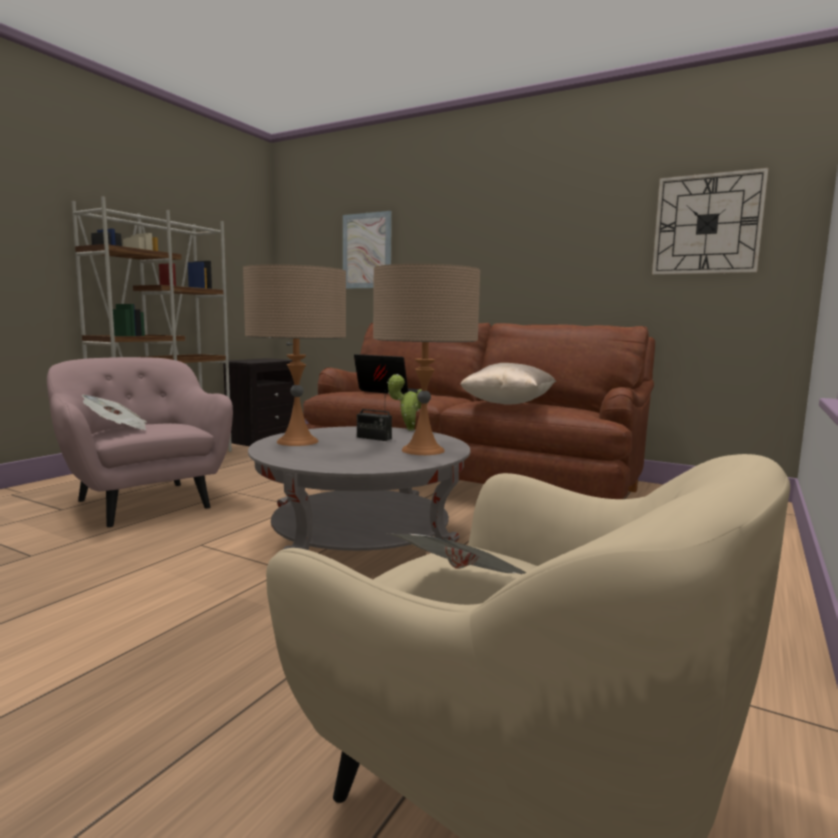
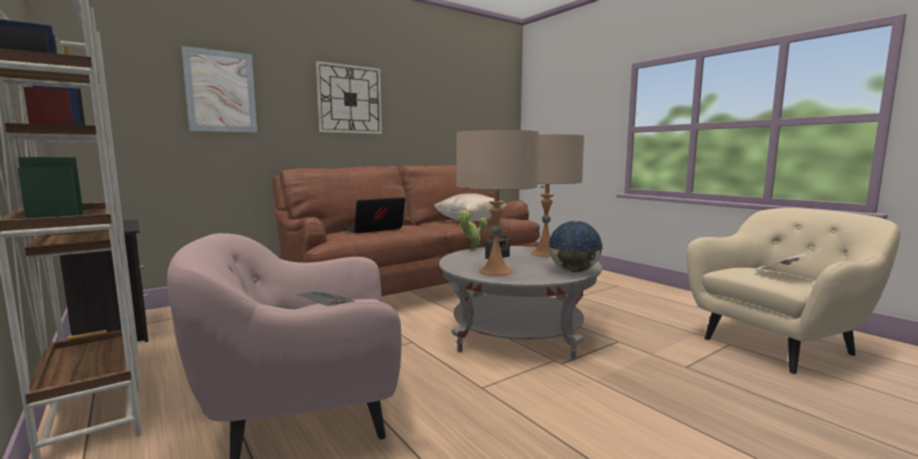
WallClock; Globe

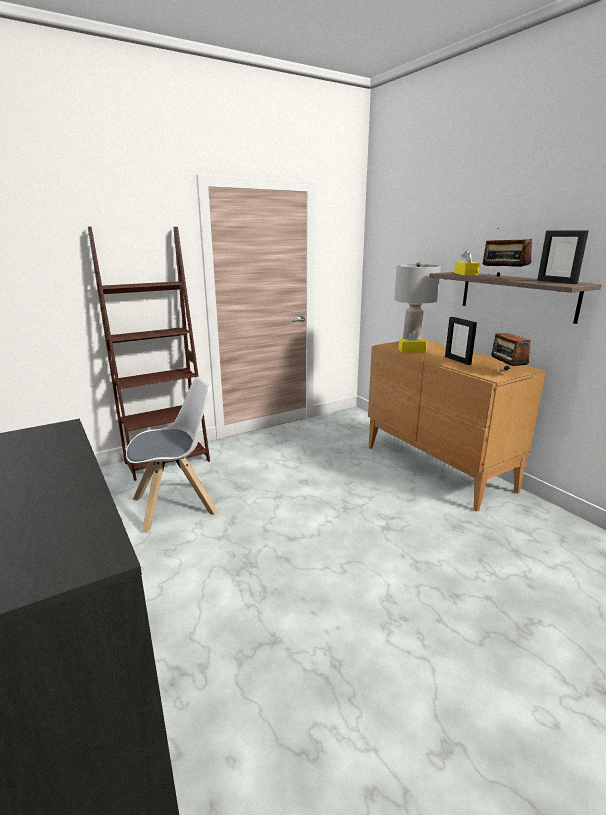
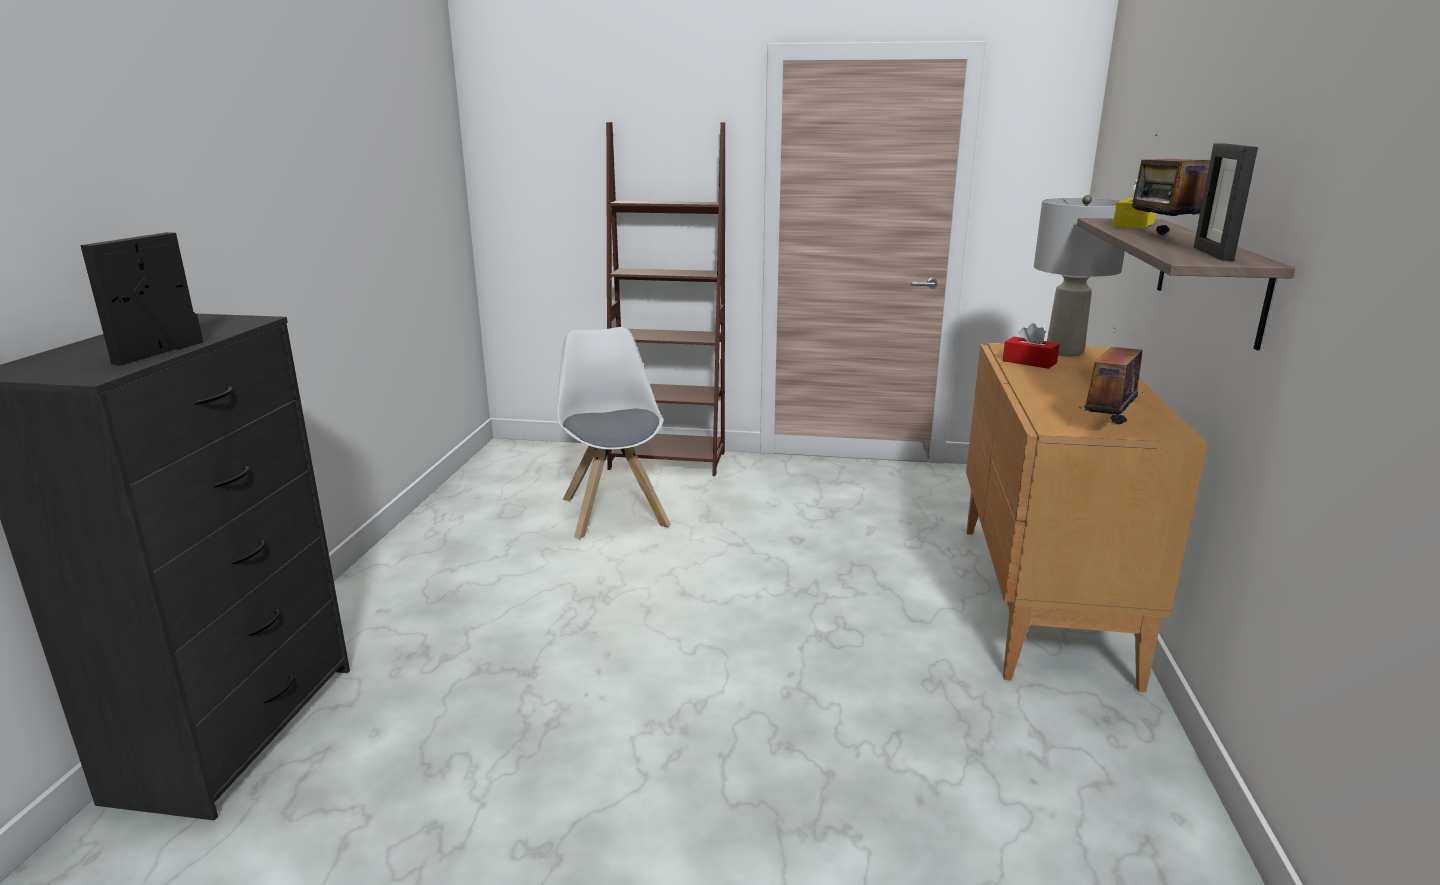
PictureFrame (no. 1 from left); RedTissueBox; Chair

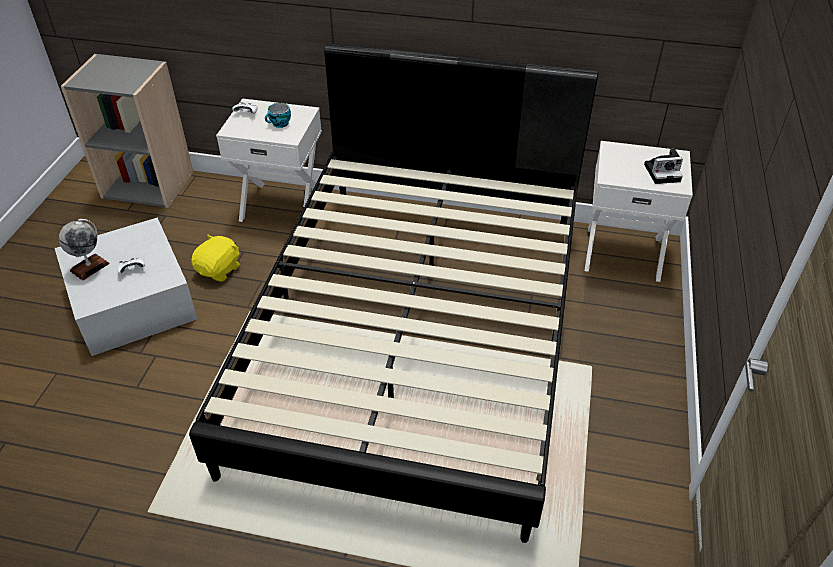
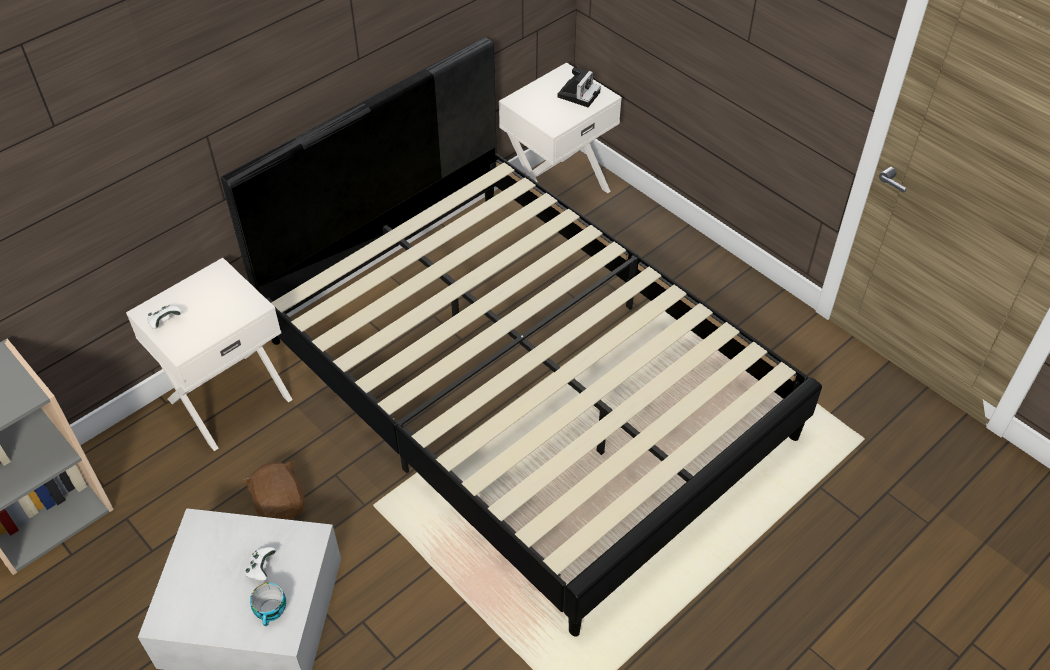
Cup; Globe; BrownPlushToy

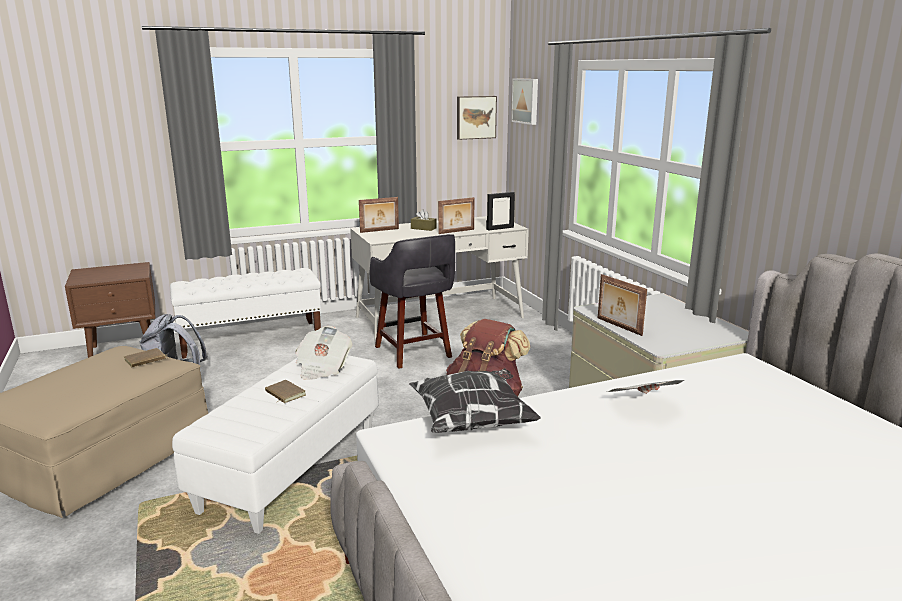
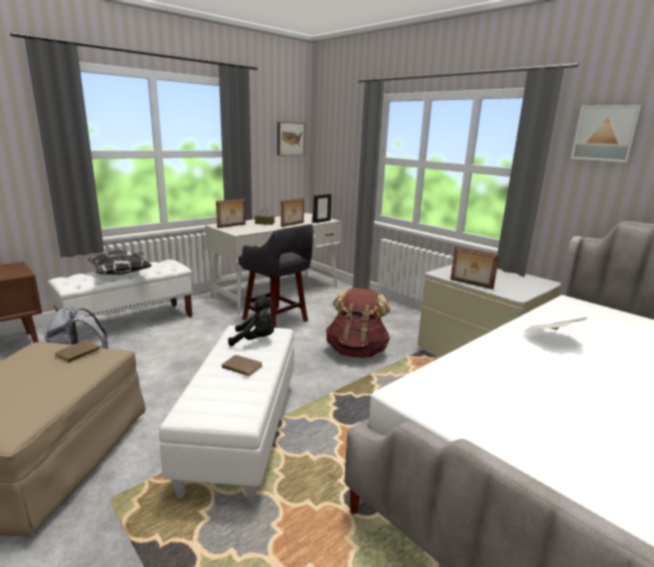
Picture (no. 2 from left); BlackPlushToy; Pillow

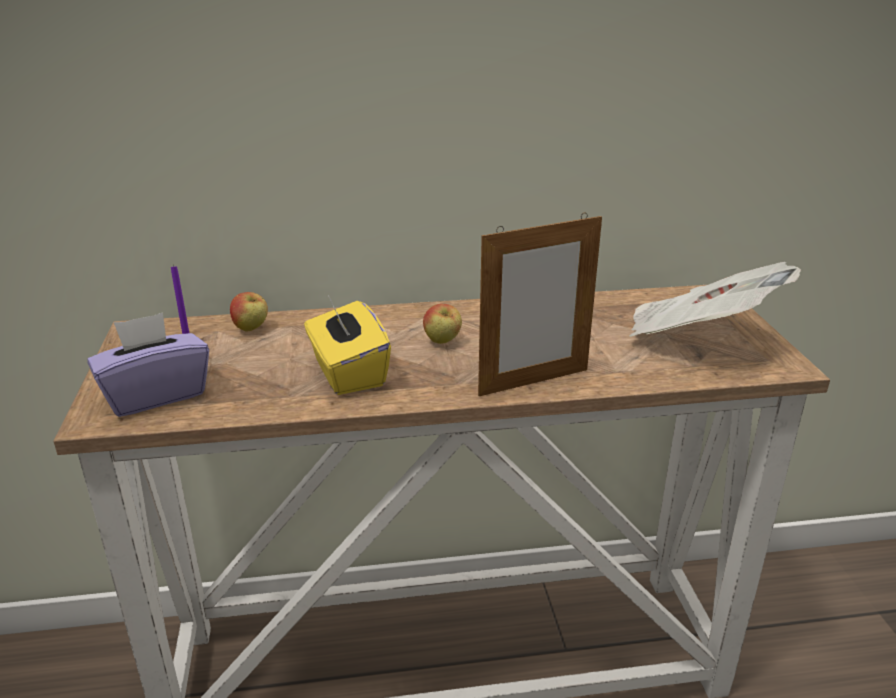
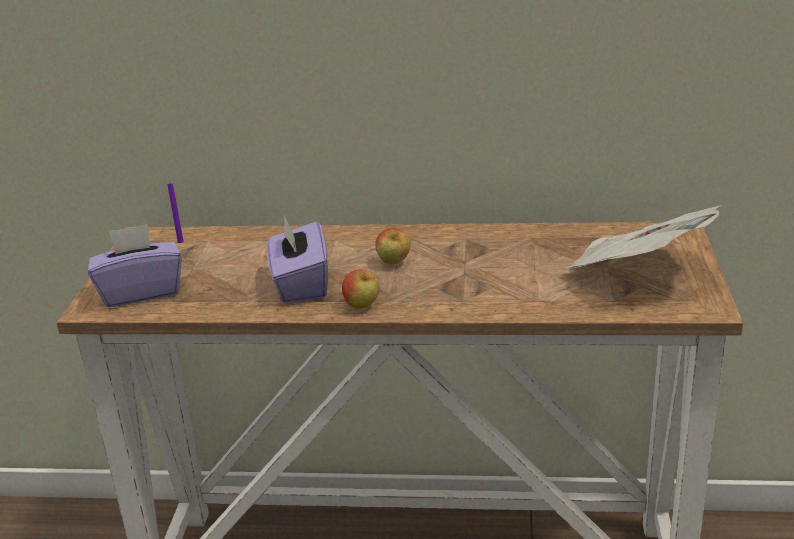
PictureFrame; Apple (no. 1 from left); PurpleTissueBox (no. 2 from left)

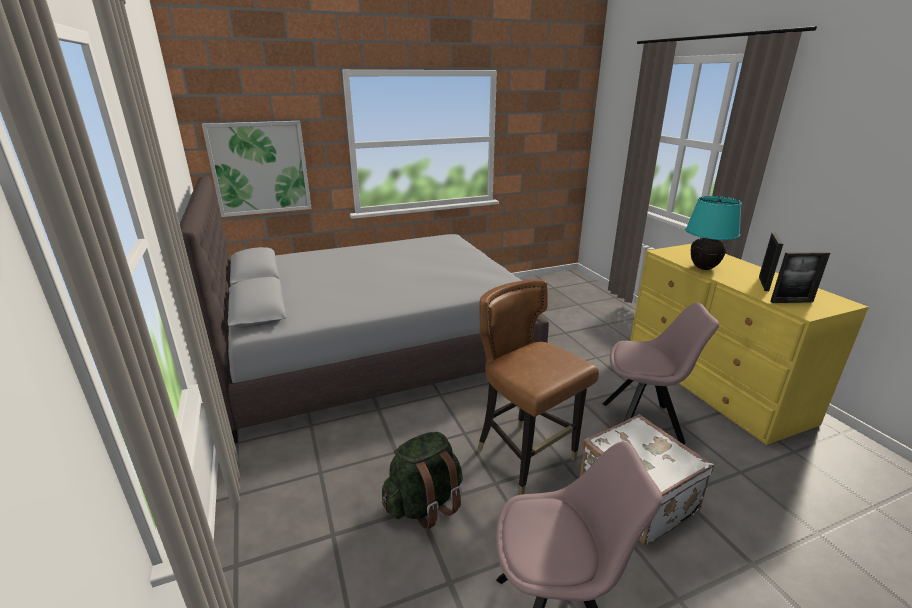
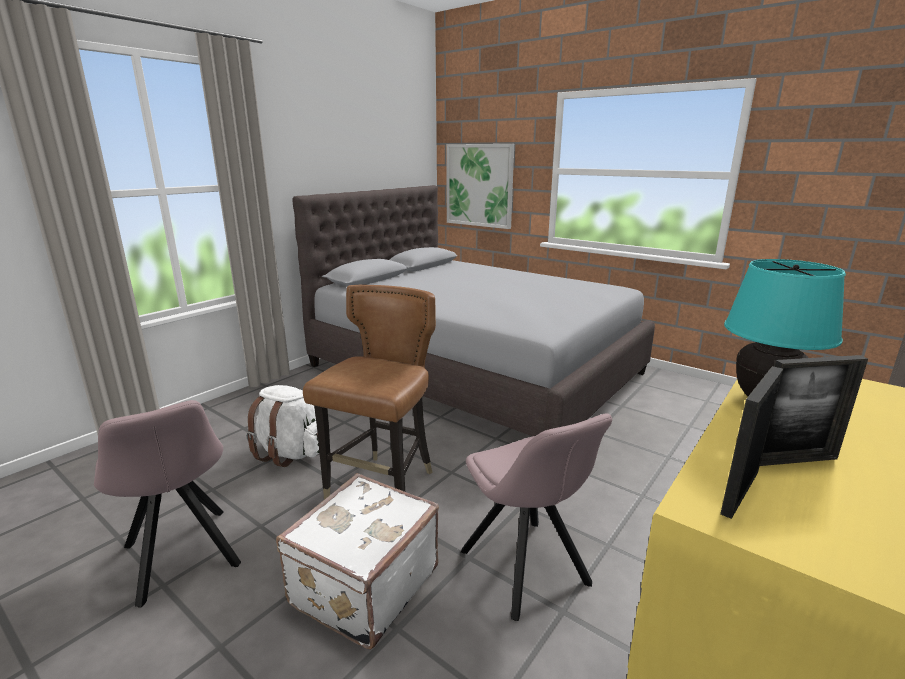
PictureFrame (no. 1 from left); WhiteBackpack

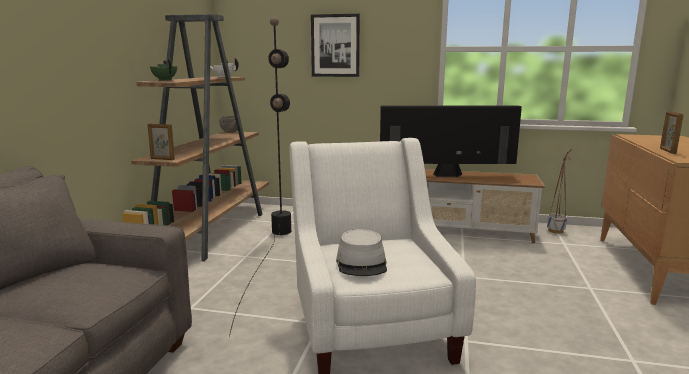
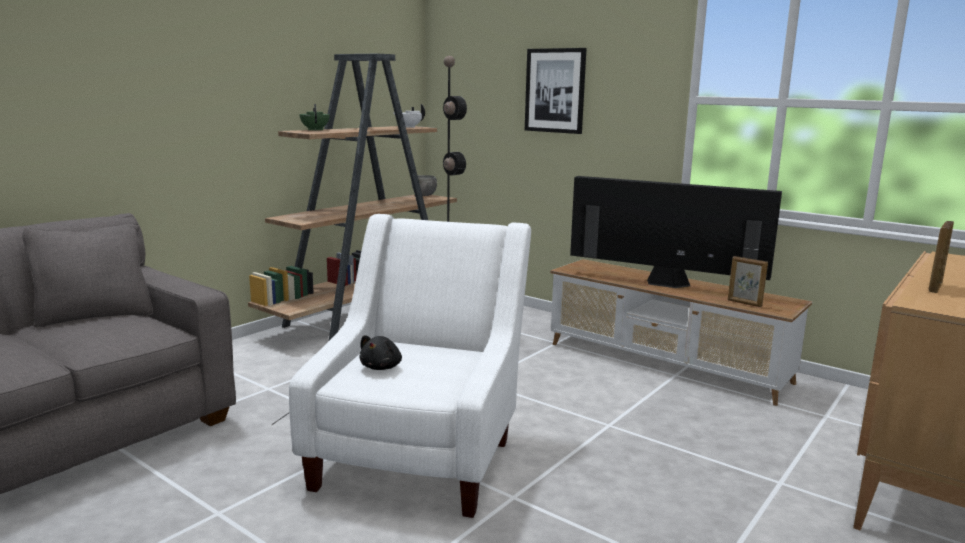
PictureFrame (no. 1 from left); Planter; BlackPlushToy

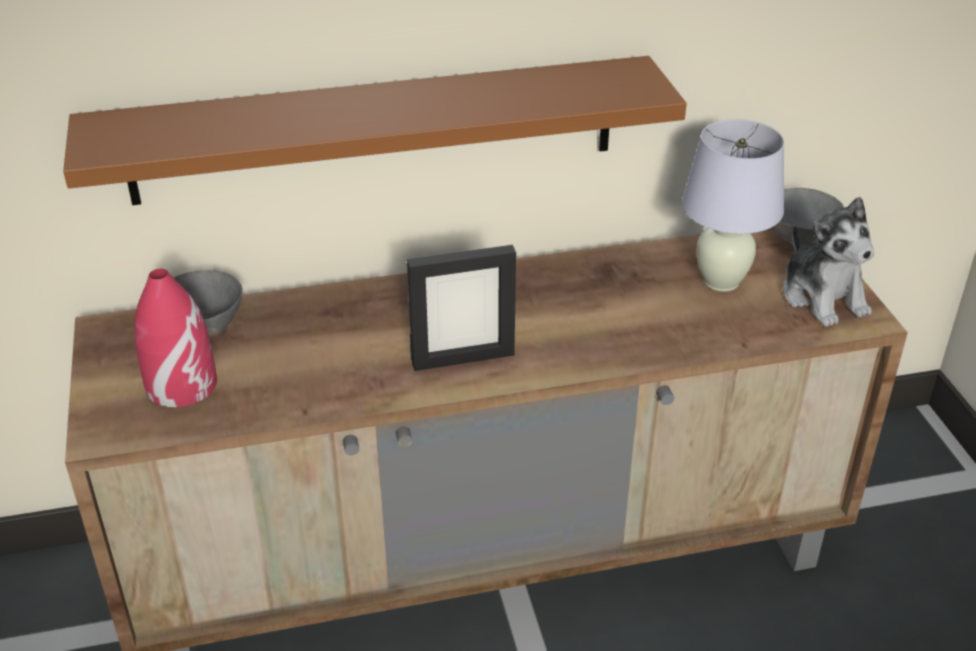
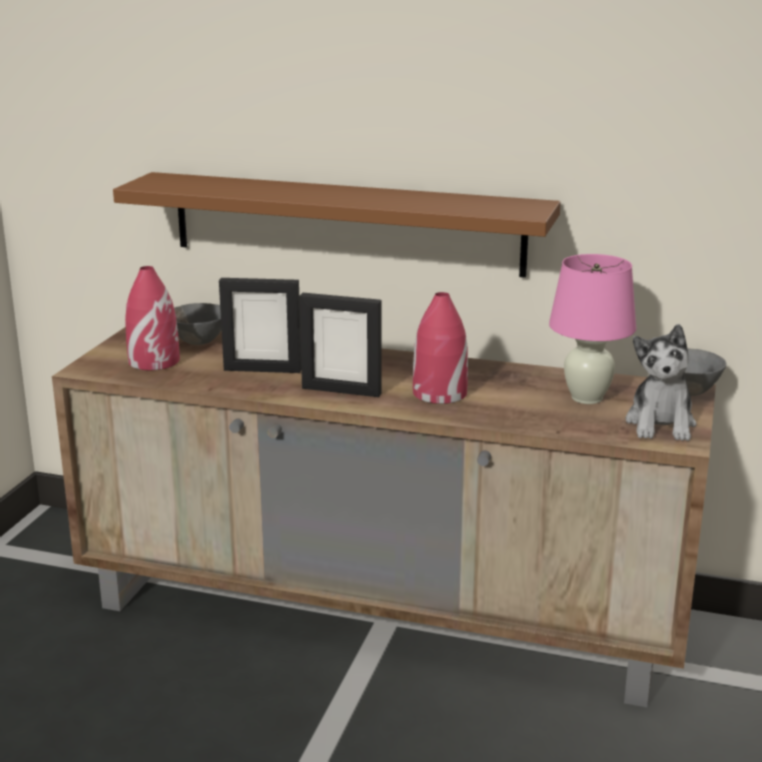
PinkTableLamp; PictureFrame (no. 1 from left); RedVase (no. 2 from left)

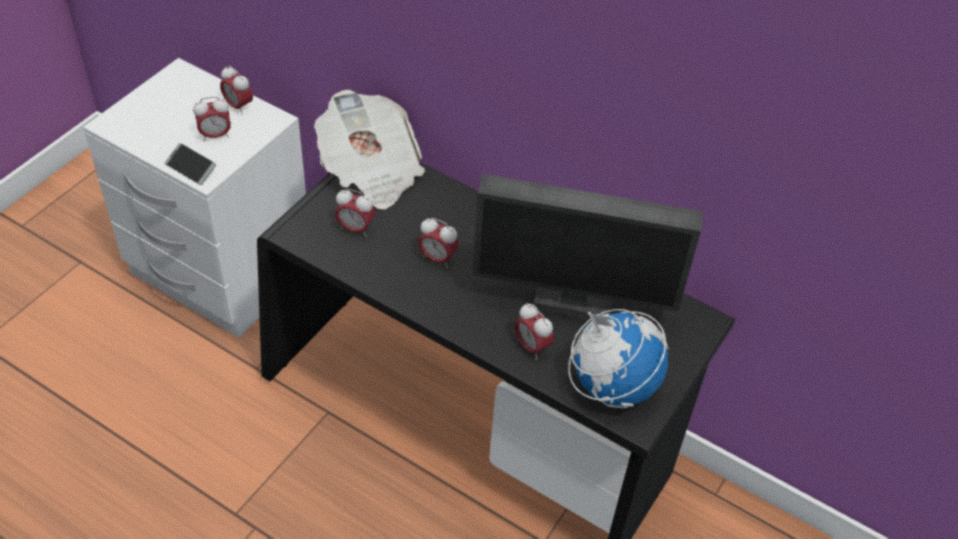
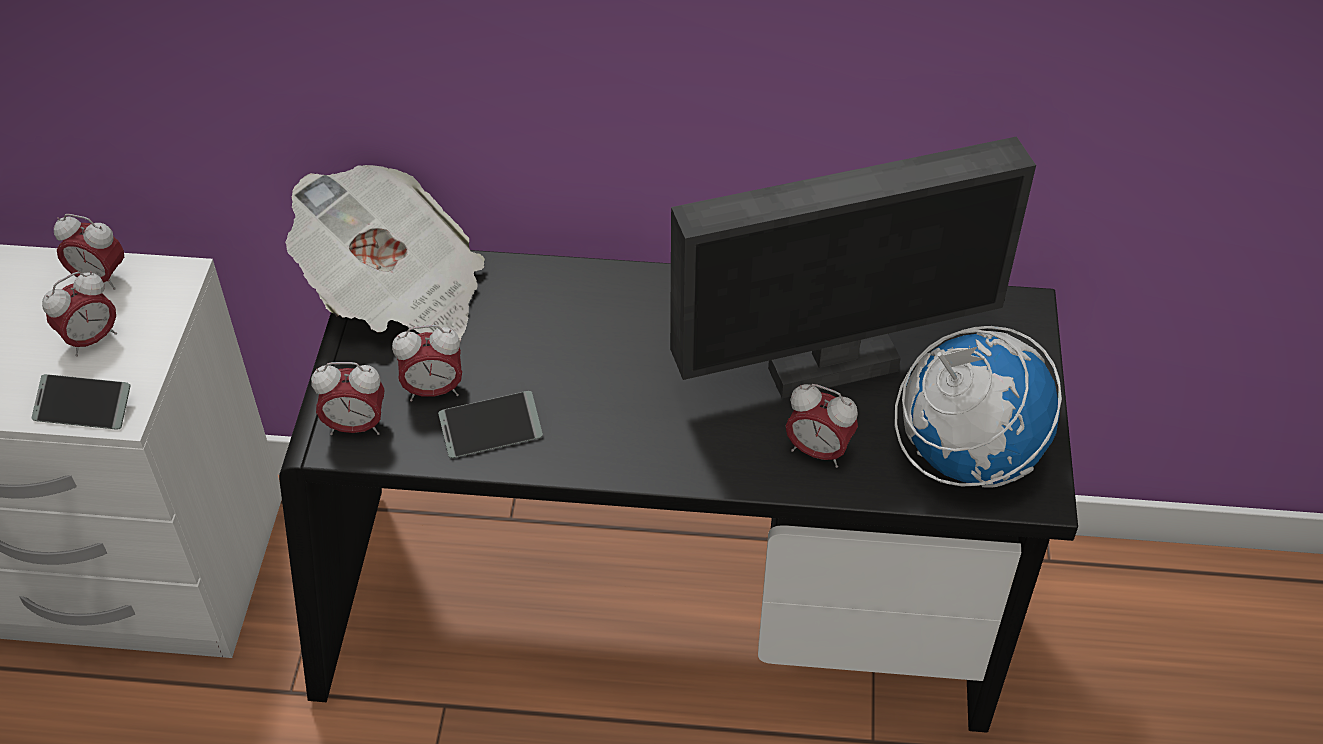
AlarmClock (no. 3 from left); Phone (no. 2 from left)

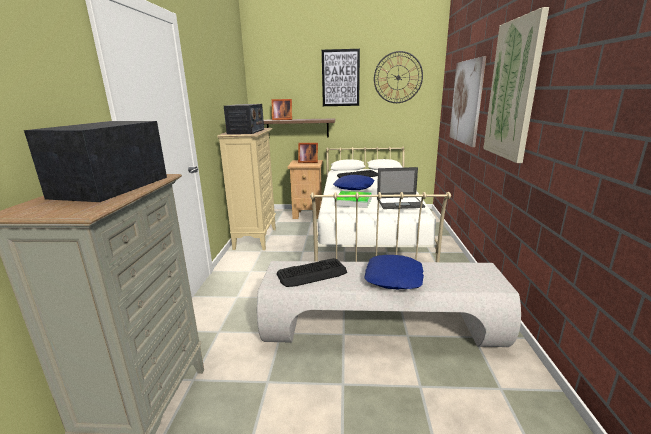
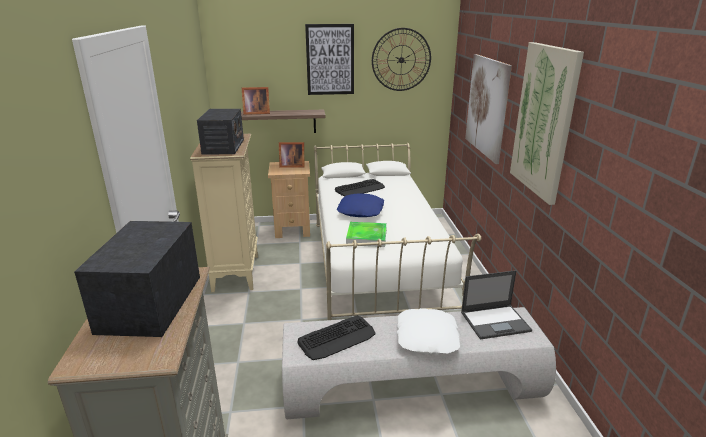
Laptop; WhitePillow

